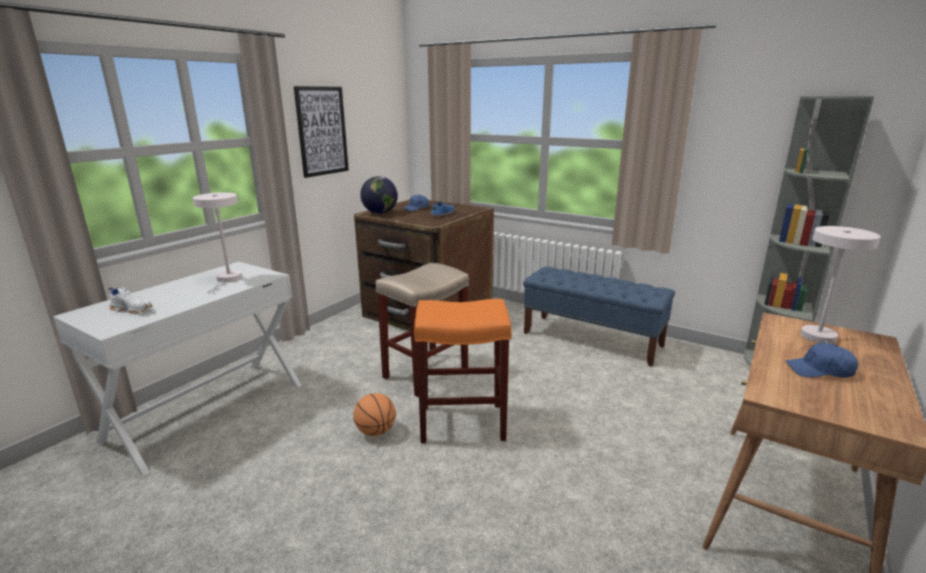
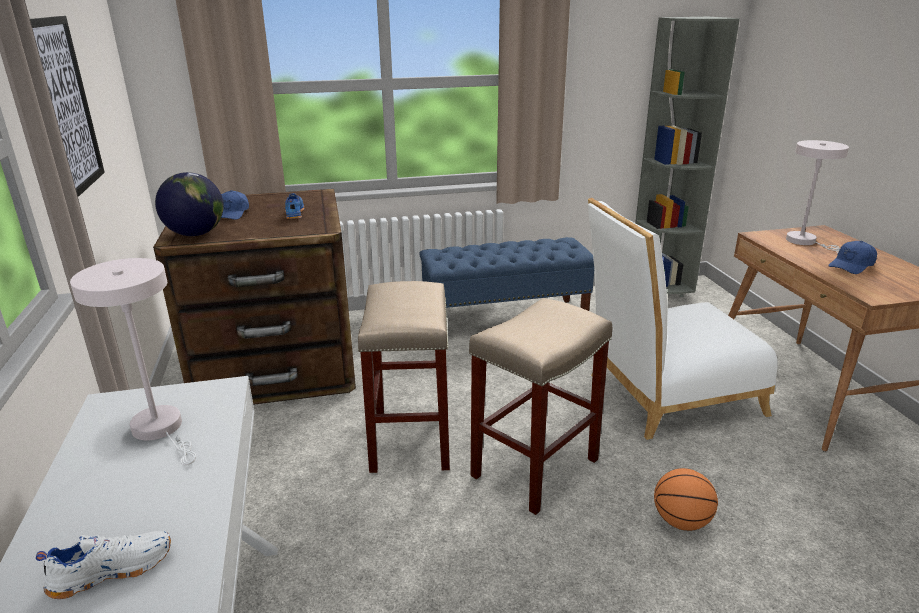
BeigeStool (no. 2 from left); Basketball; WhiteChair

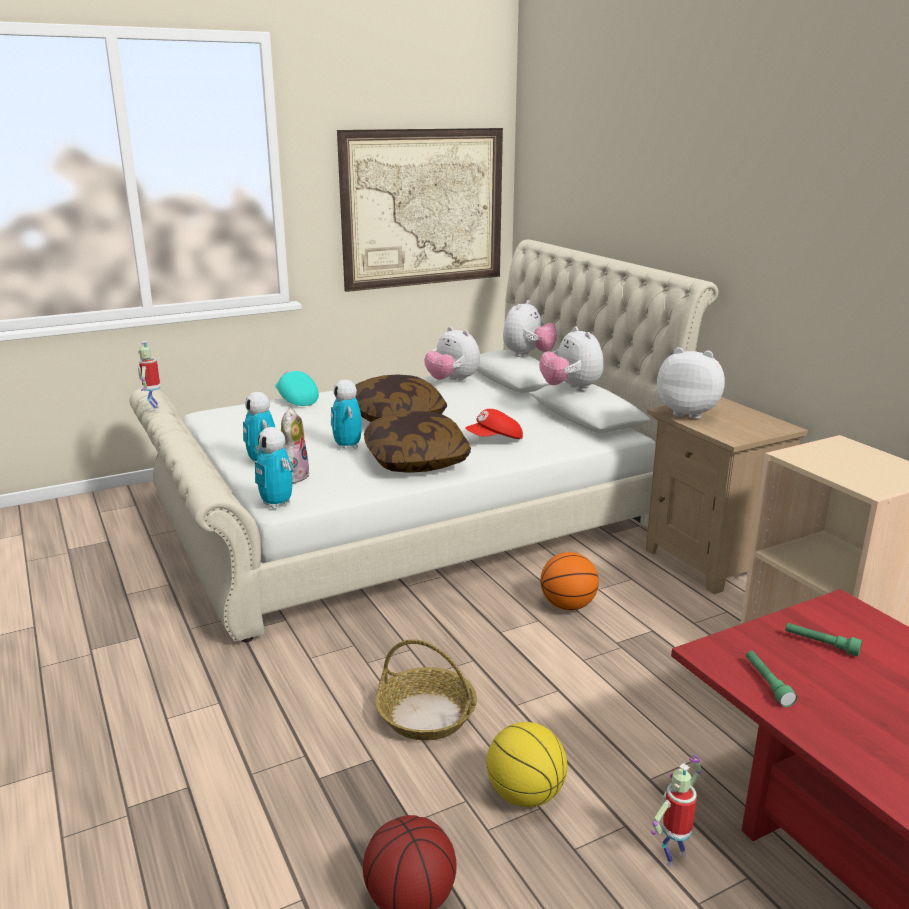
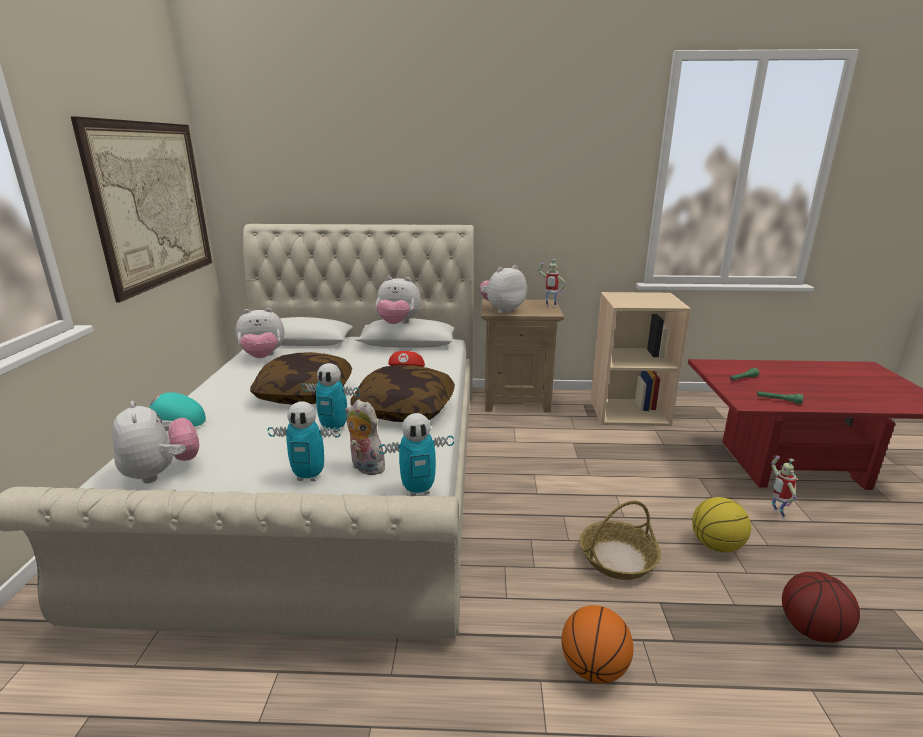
PlushToy (no. 1 from left); ToyRobot (no. 4 from left); Basketball (no. 1 from left)

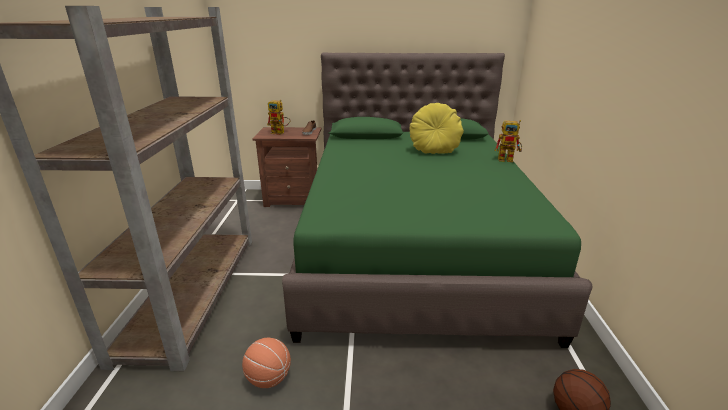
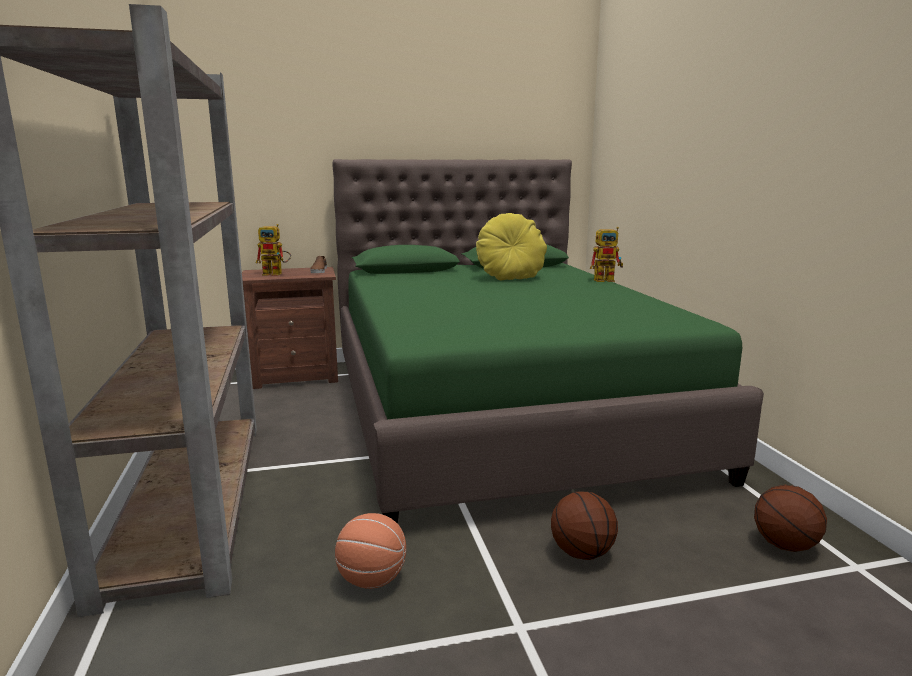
Basketball (no. 2 from left)

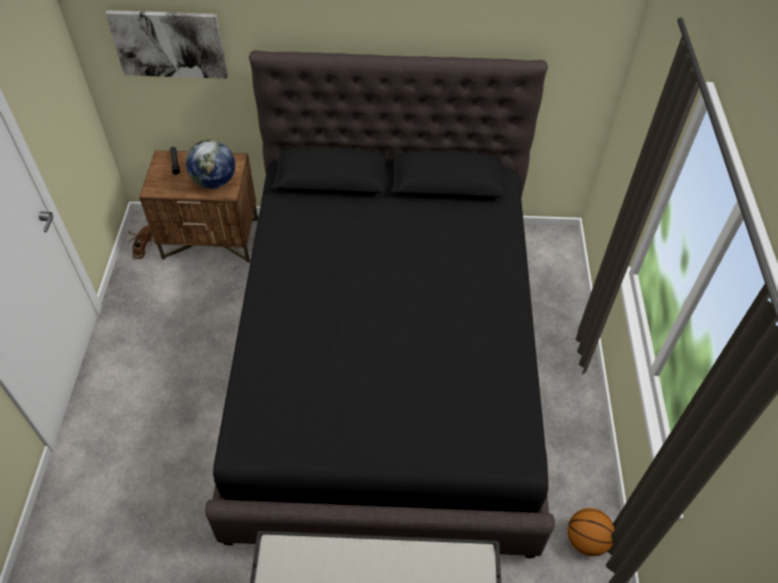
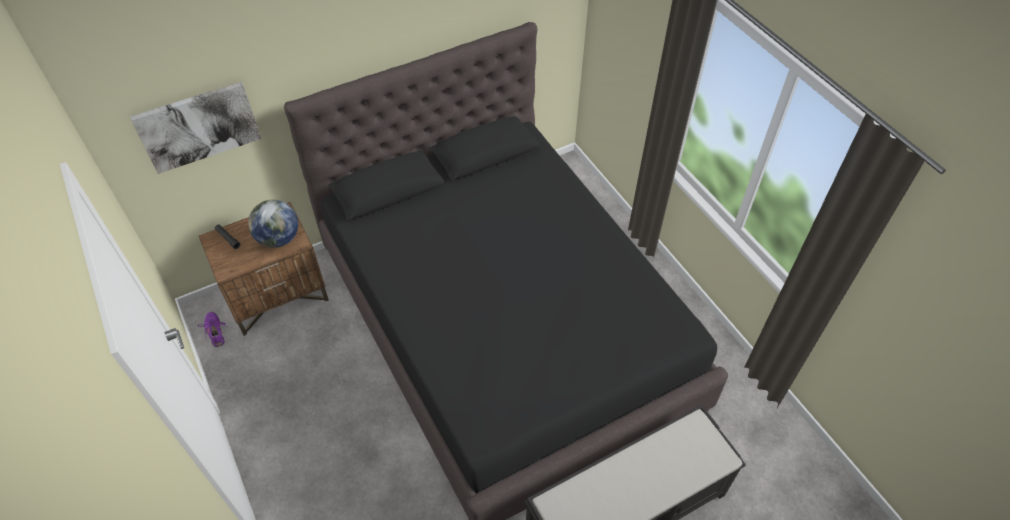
PurpleShoe; Basketball

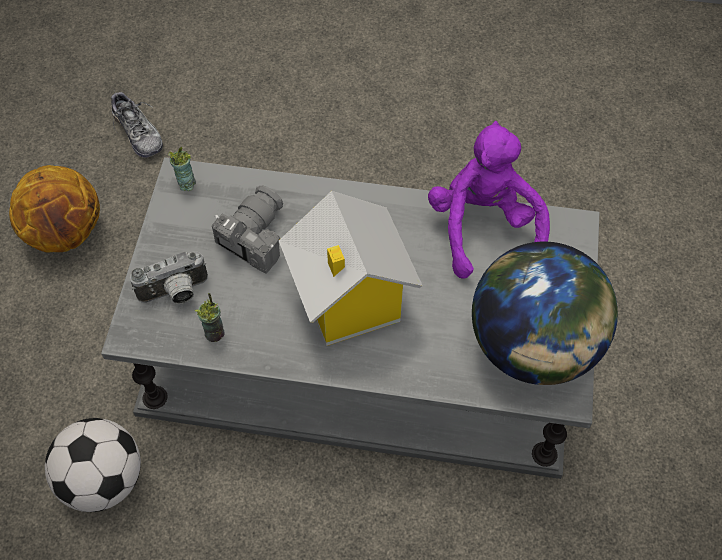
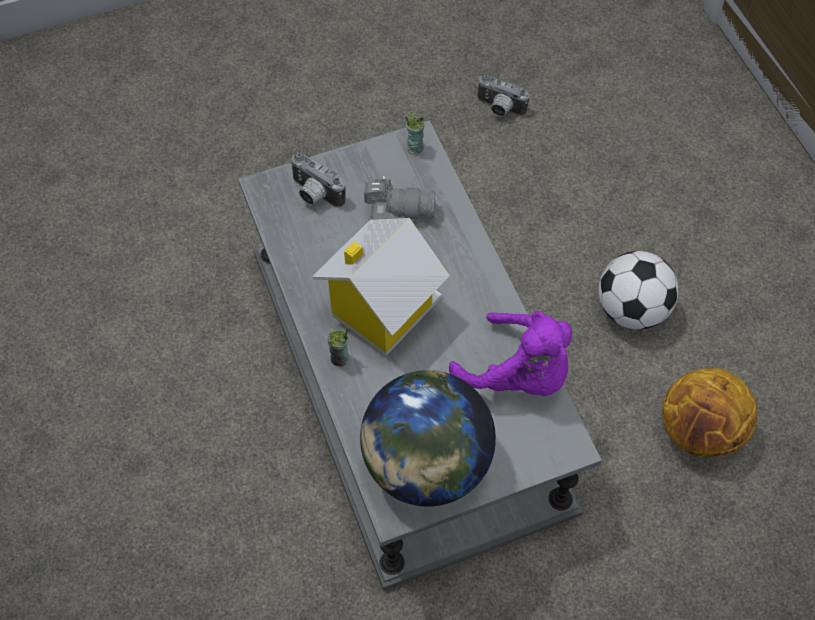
PhotoCamera (no. 3 from left); PurplePlushToy; Basketball; Cup (no. 1 from left); Football

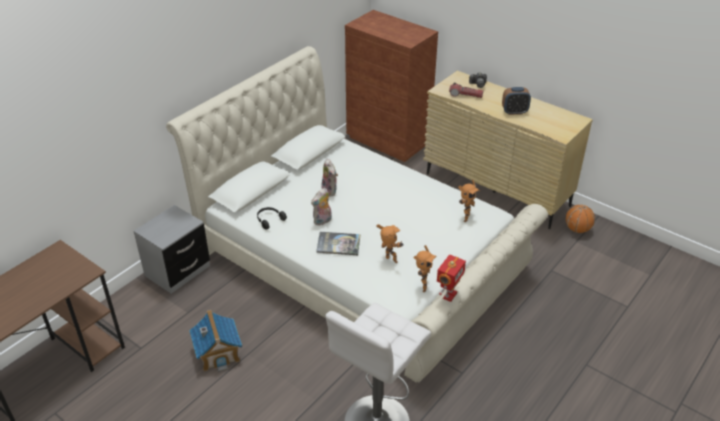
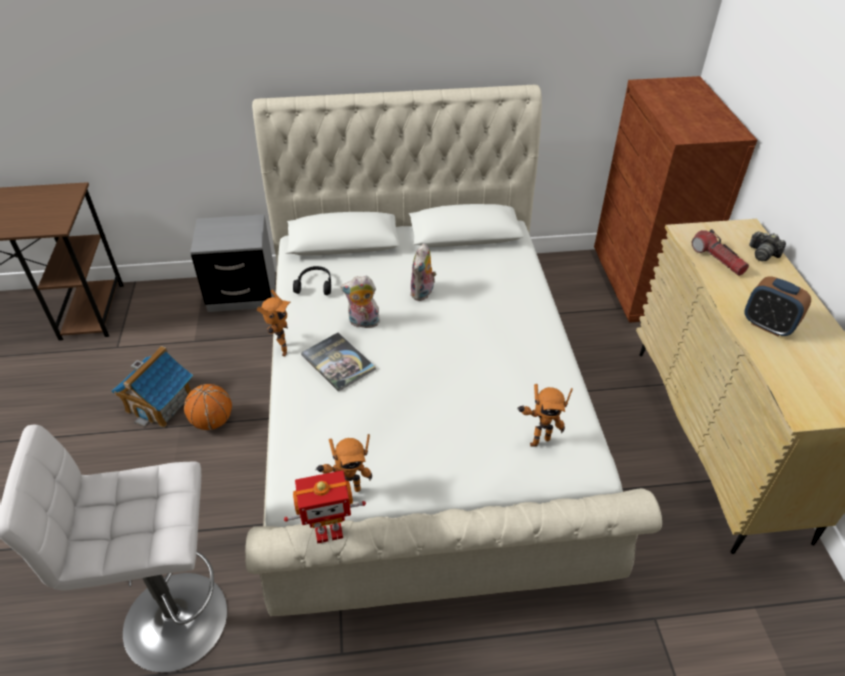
Basketball; ToyRobot (no. 1 from left)

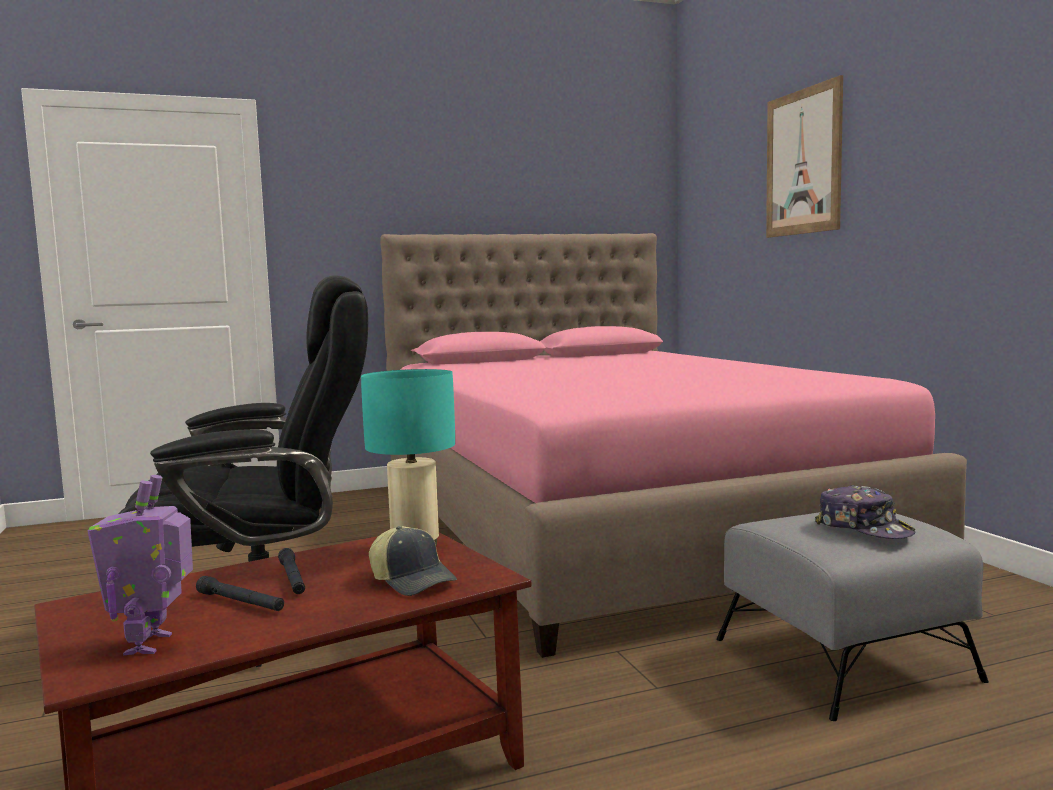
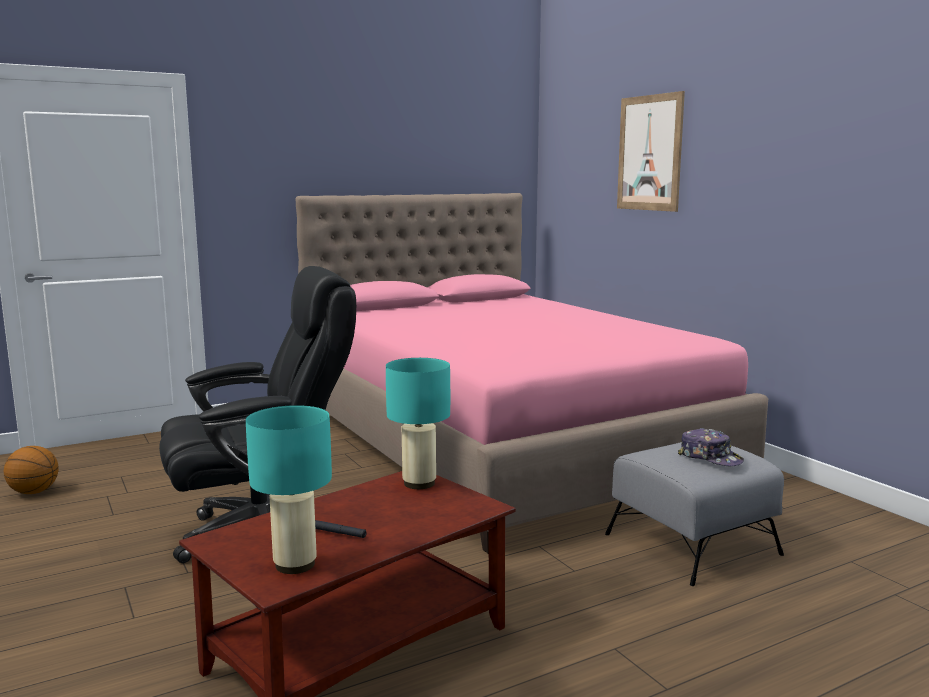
TurquoiseTableLamp (no. 1 from left); Cap (no. 1 from left in the first image); BlackFlashlight (no. 2 from left in the first image); Basketball

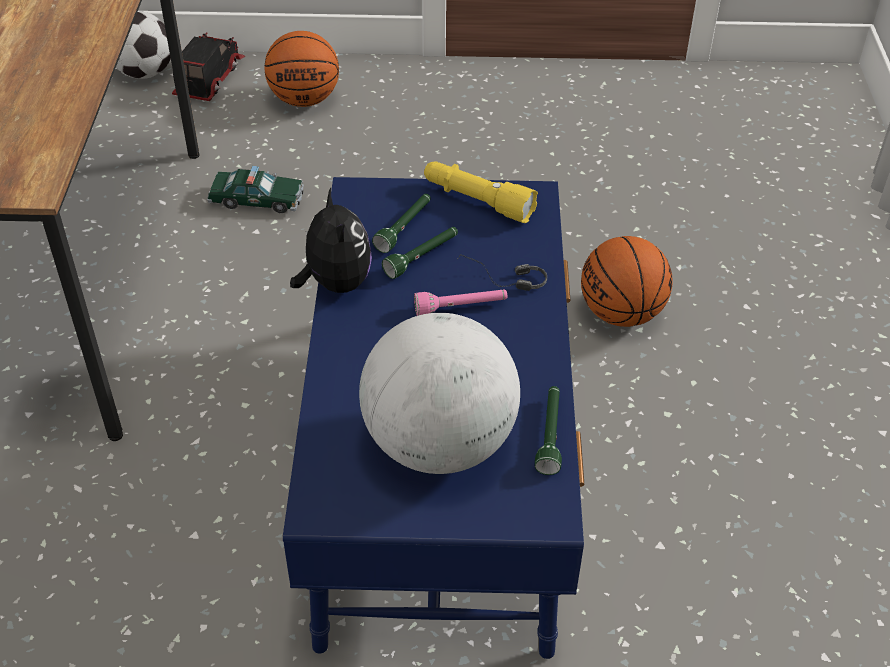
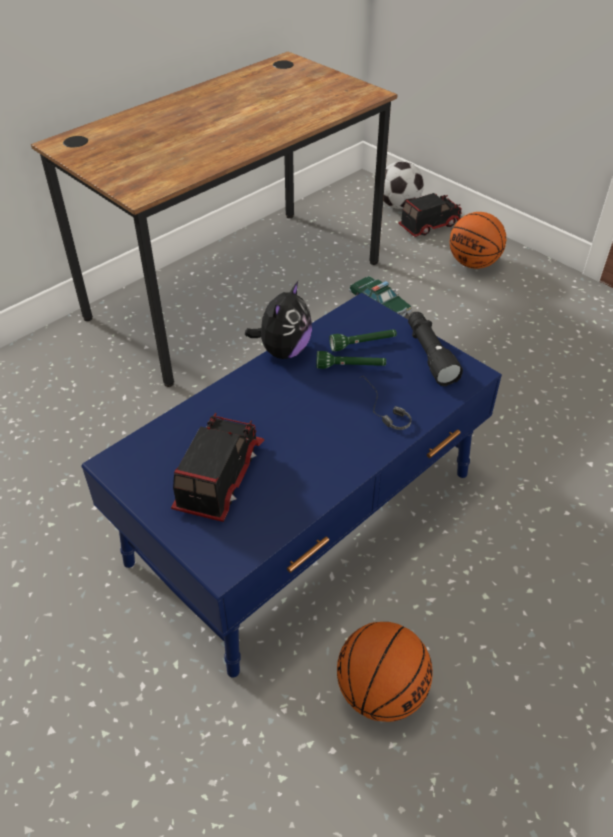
BlackFlashlight; Basketball (no. 1 from left); PinkFlashlight; ToyTruck (no. 1 from left); GreenFlashlight (no. 3 from left in the first image)

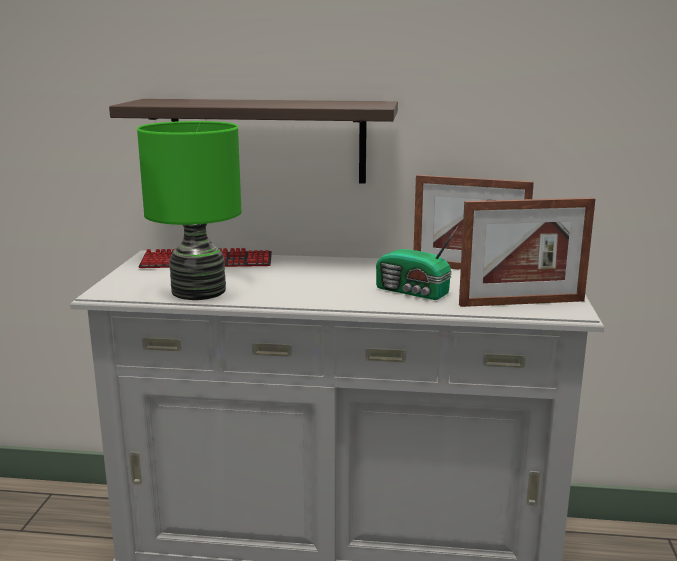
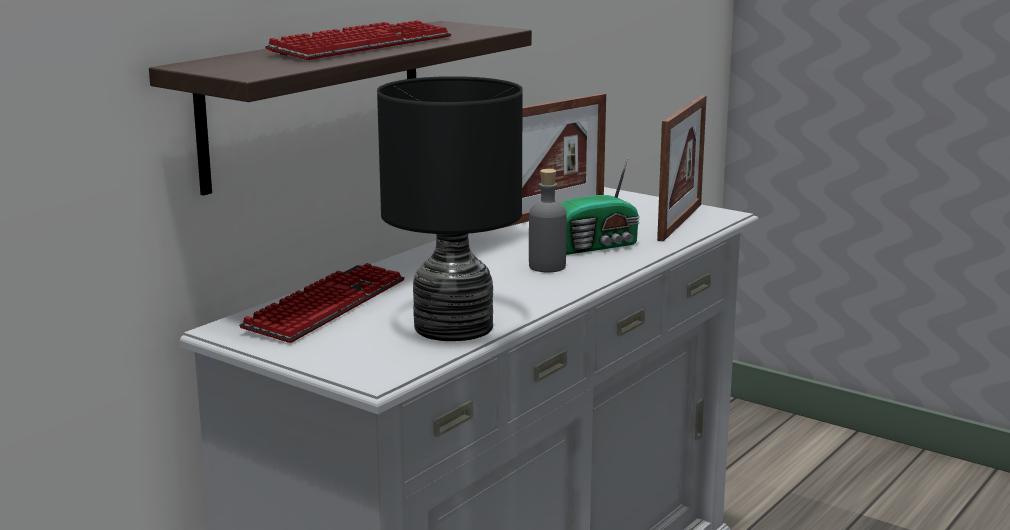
BlackTableLamp; Keyboard (no. 2 from left); GreyBottle

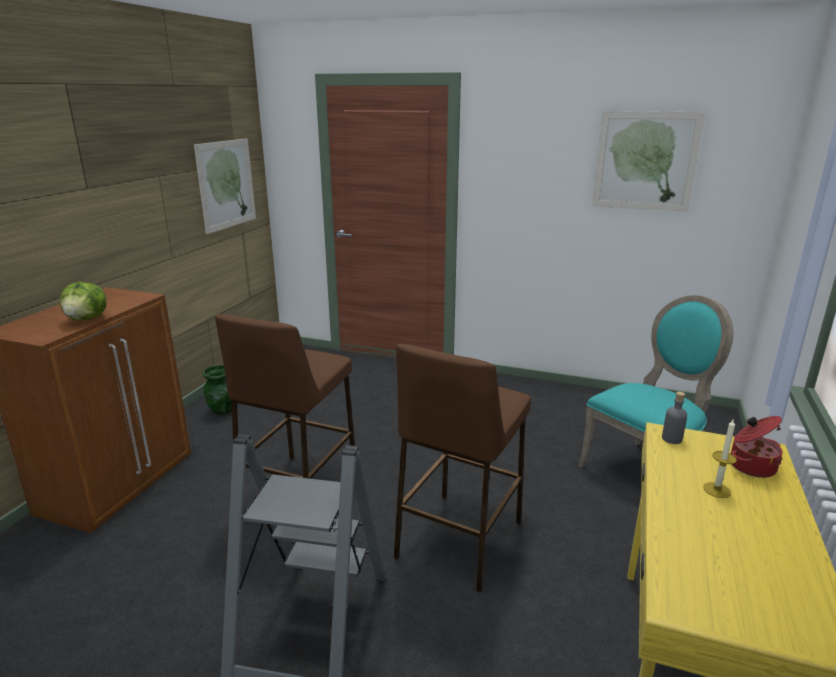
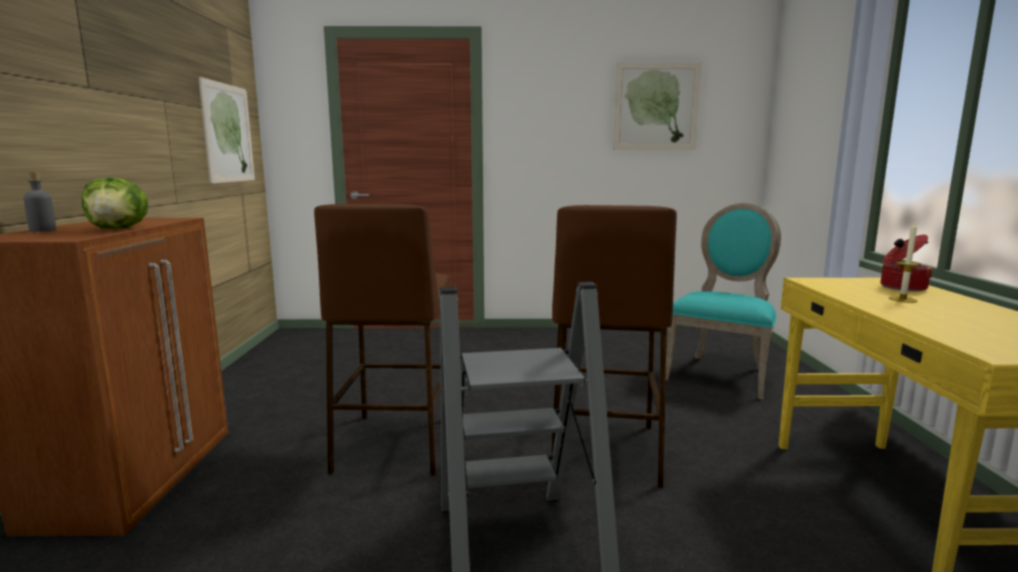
GreenVase; GreyBottle

